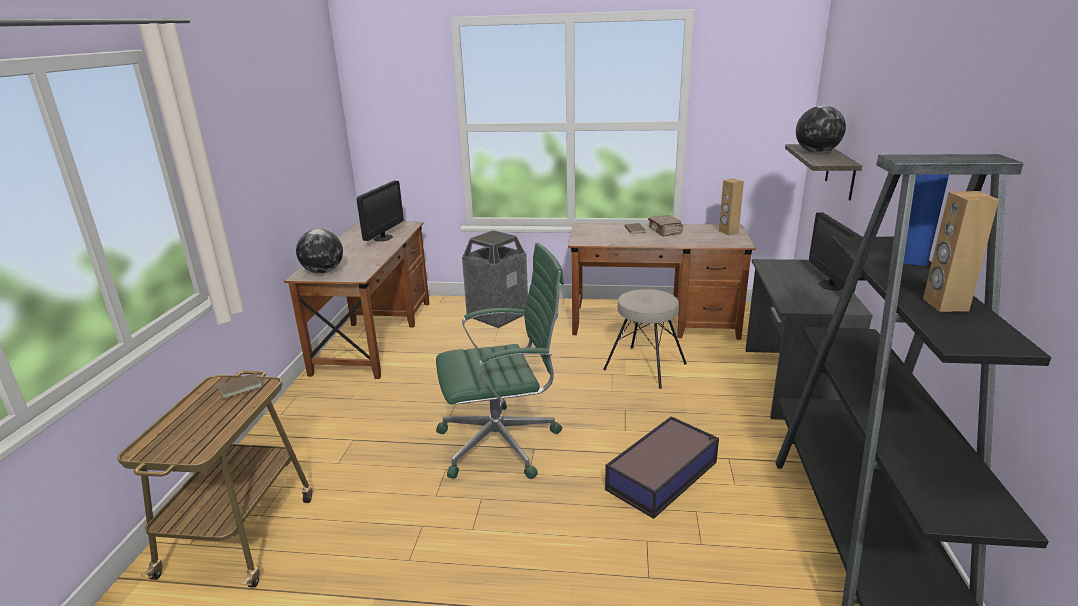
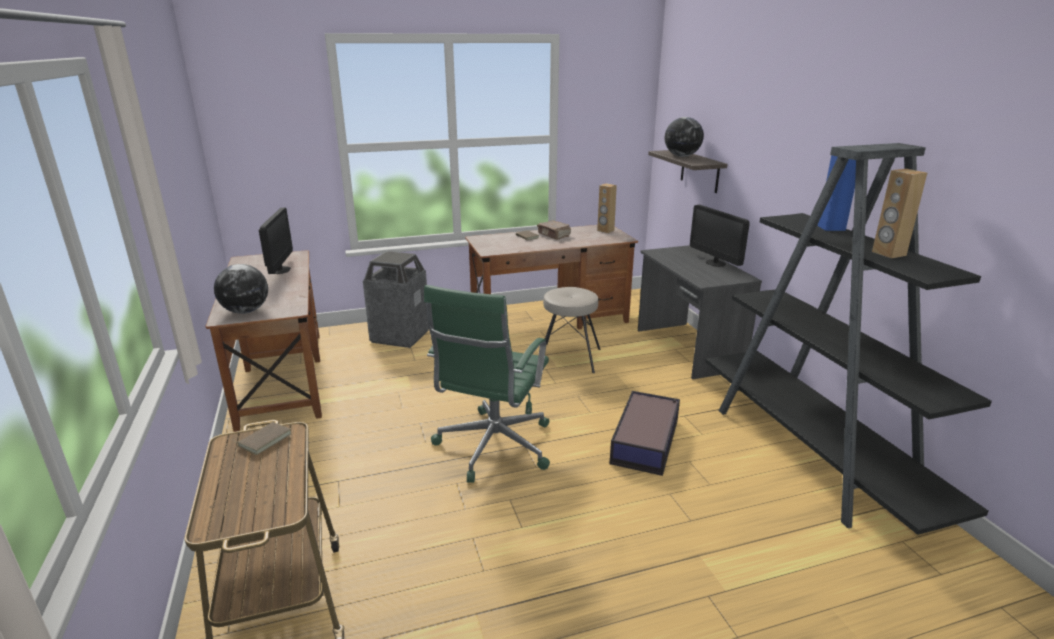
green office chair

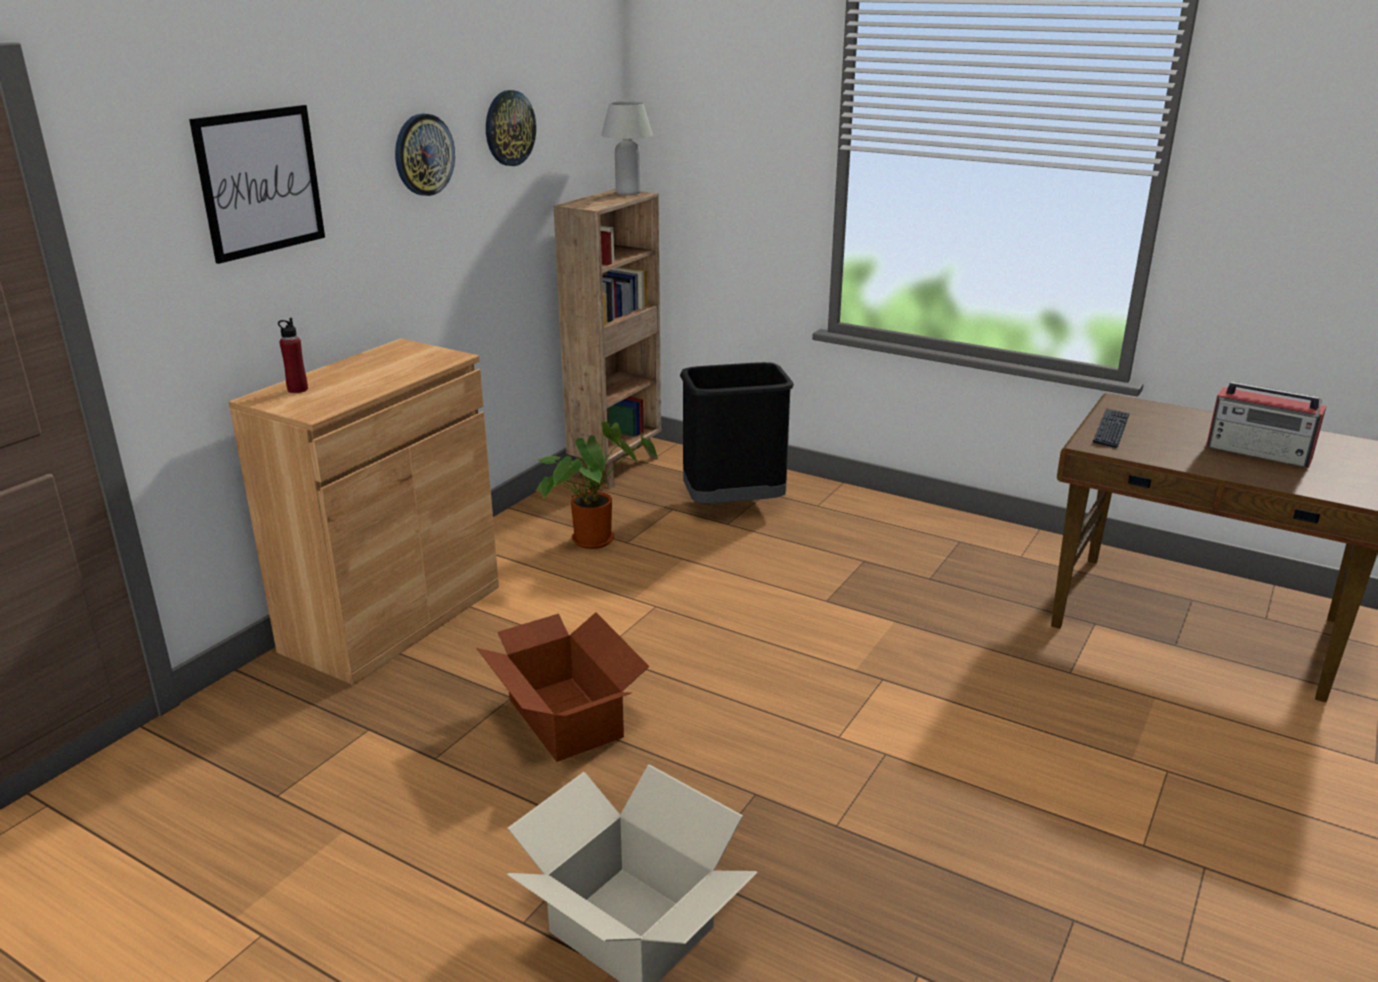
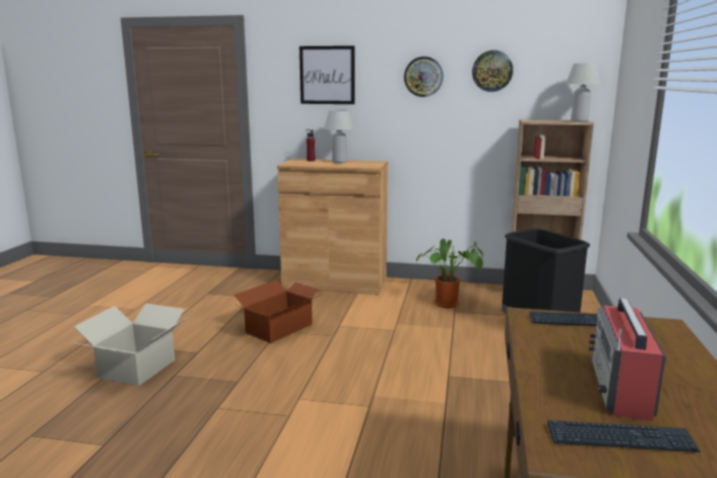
white table lamp (1st from left); keyboard (2nd from left)

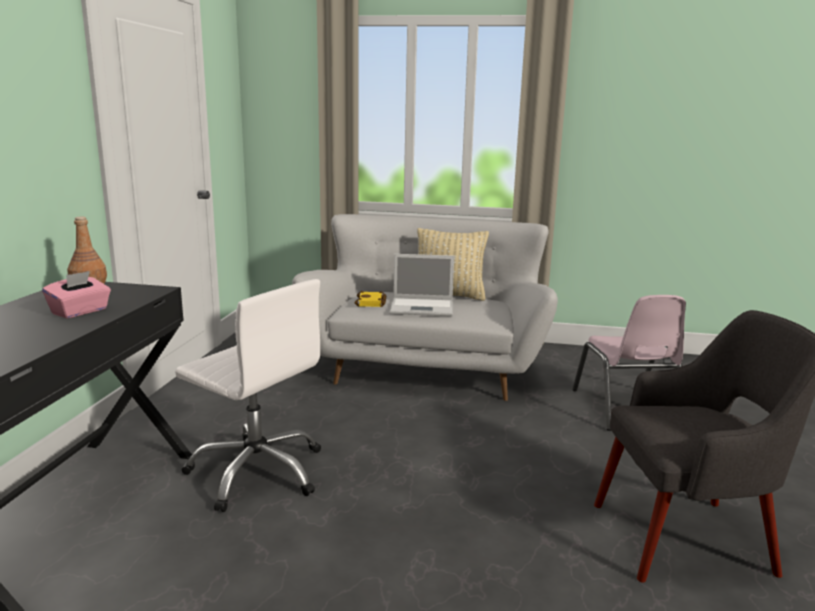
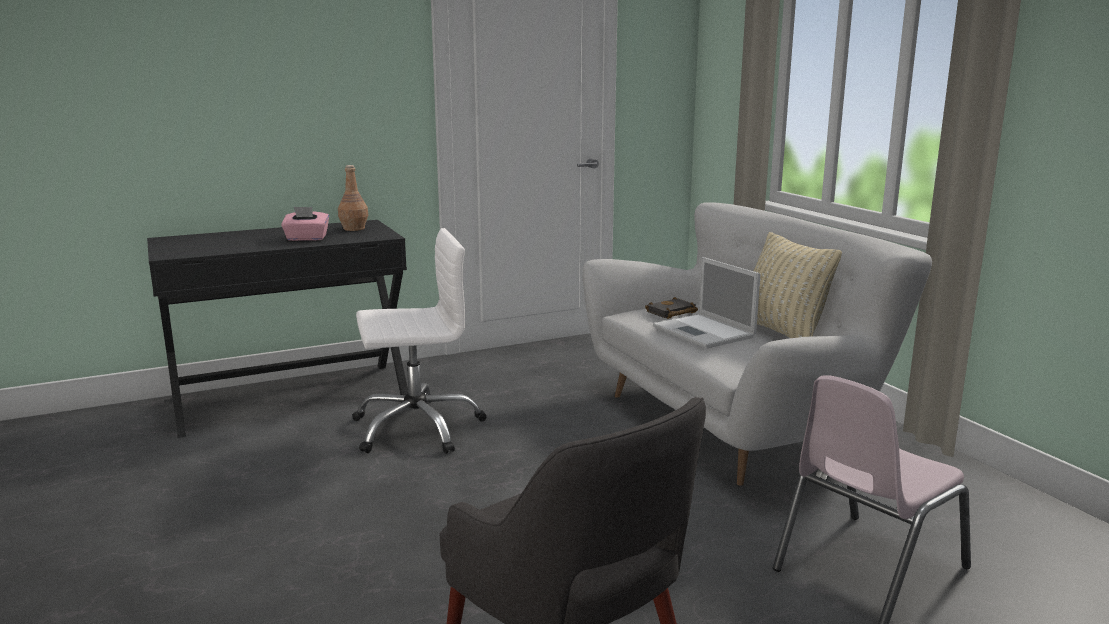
white office chair; black book

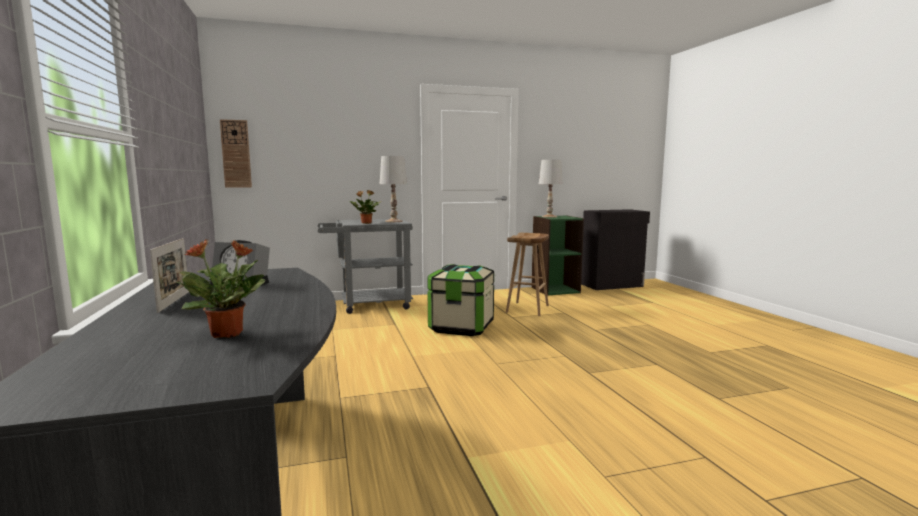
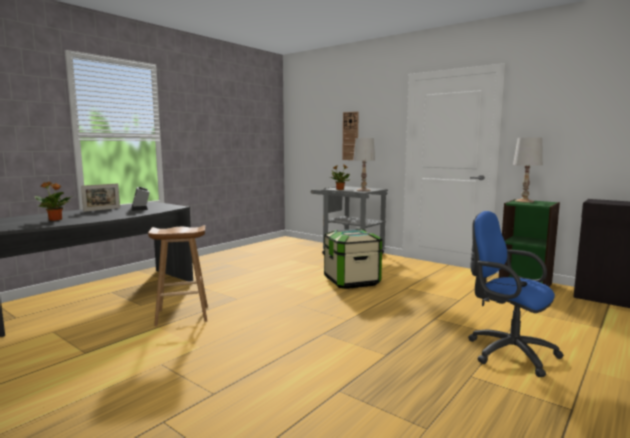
wall clock; brown stool; blue office chair

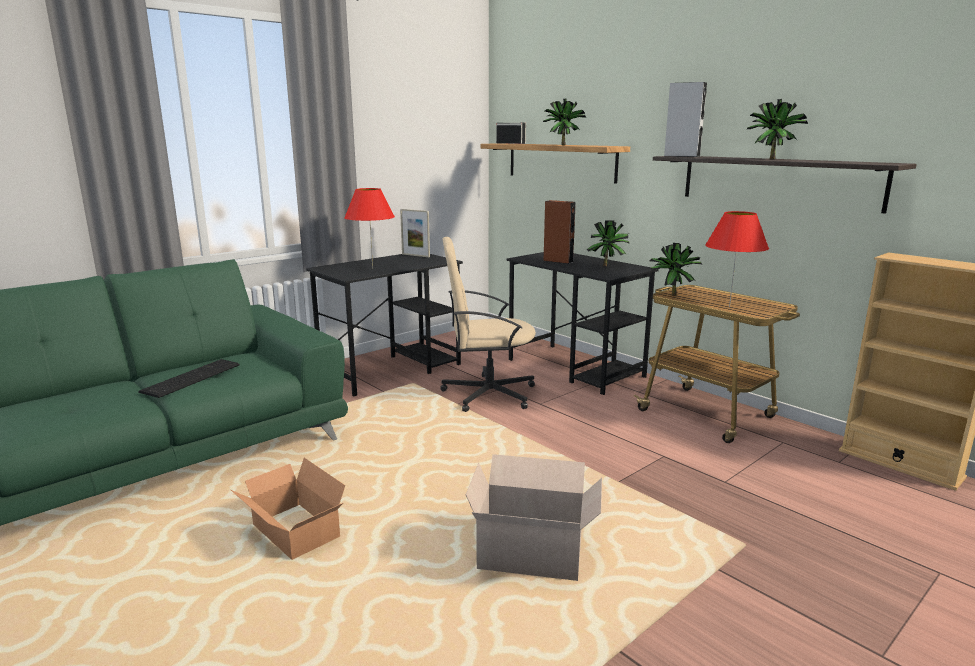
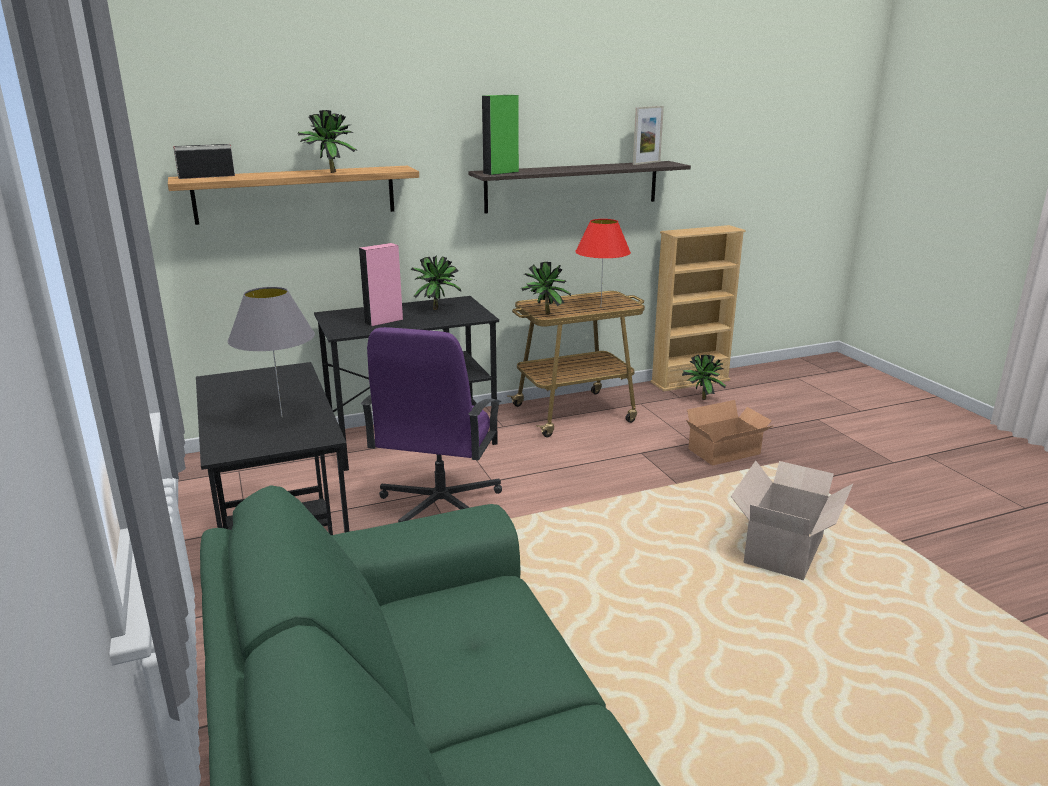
green speaker; potted plant (4th from left); grey table lamp; pink speaker; picture frame; purple office chair; keyboard; cardboard box (1st from left)

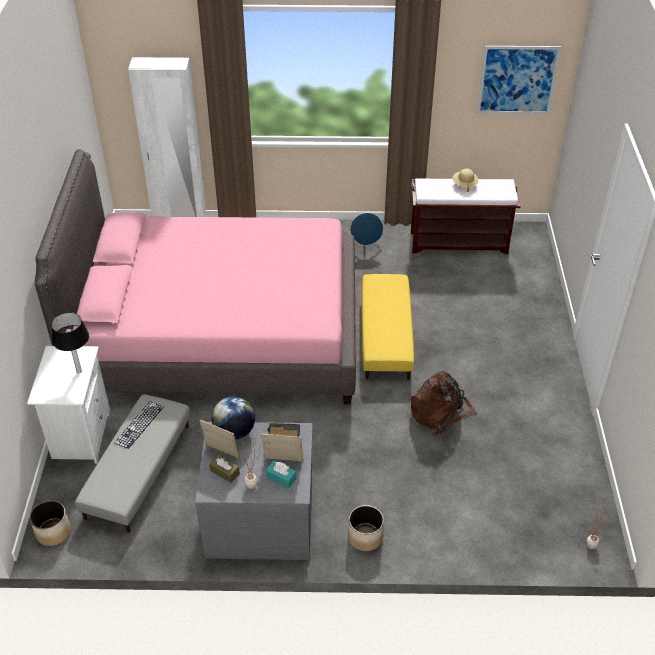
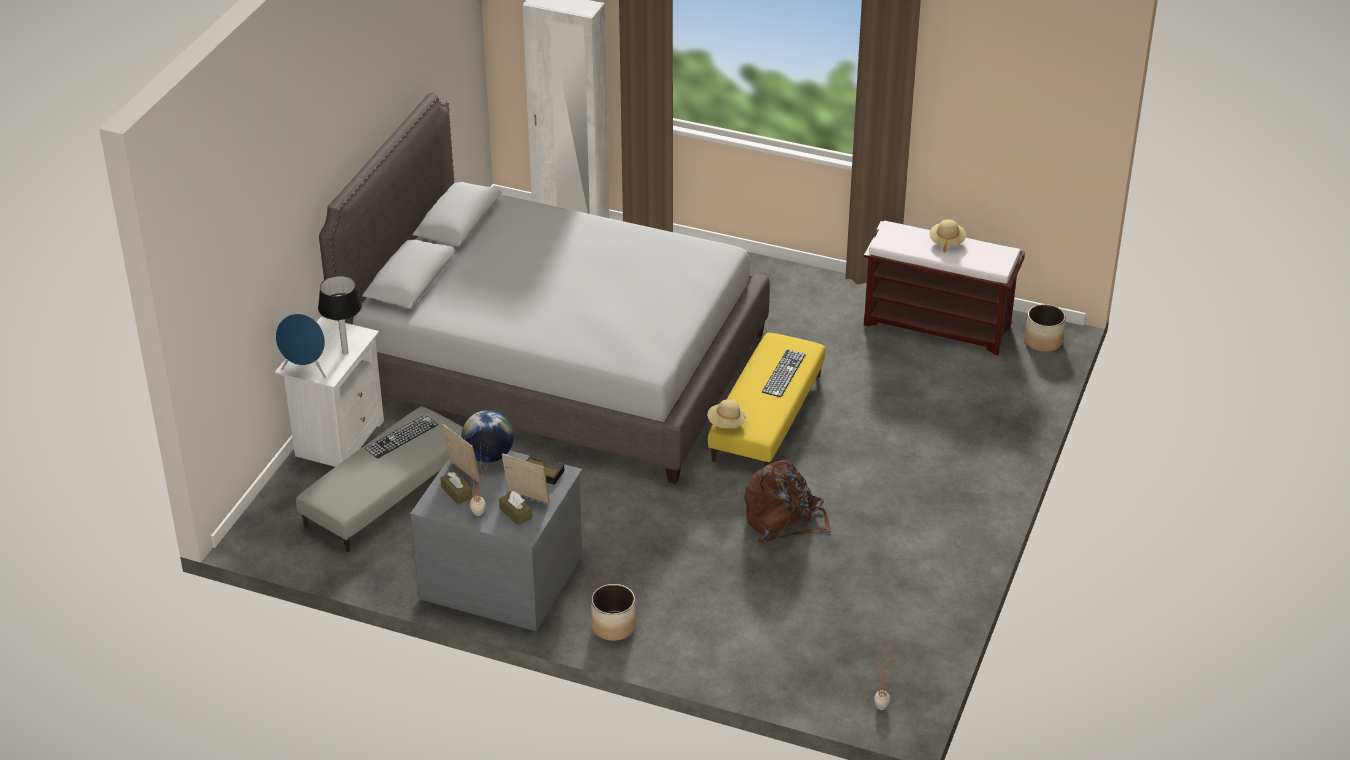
picture; grey bed; blue speaker; brown tissue box (2nd from left); planter (2nd from left); keyboard (2nd from left); beige hat (1st from left)

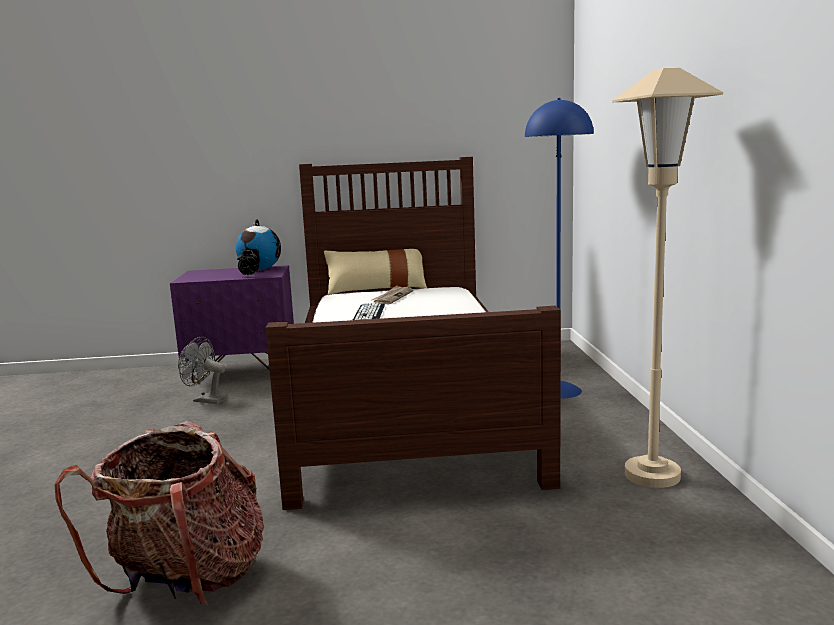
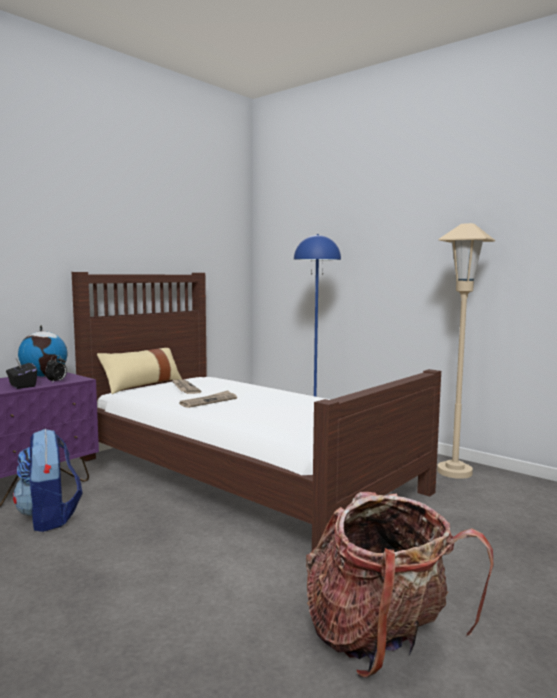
newspaper (2nd from left); backpack (1st from left); black tissue box

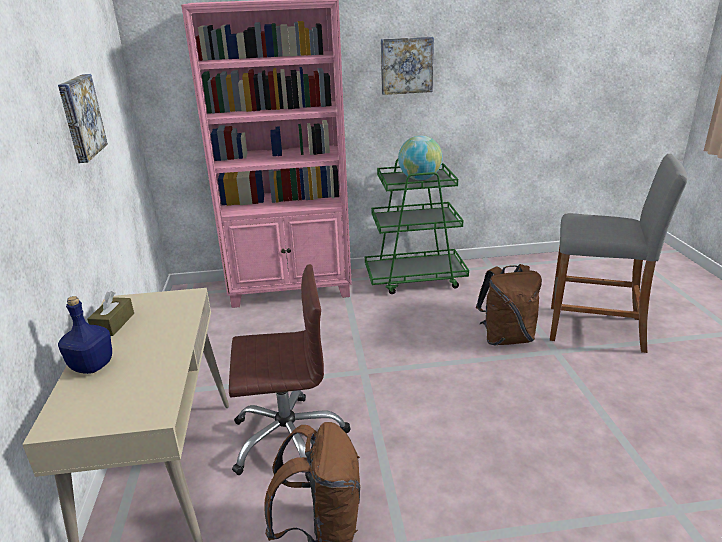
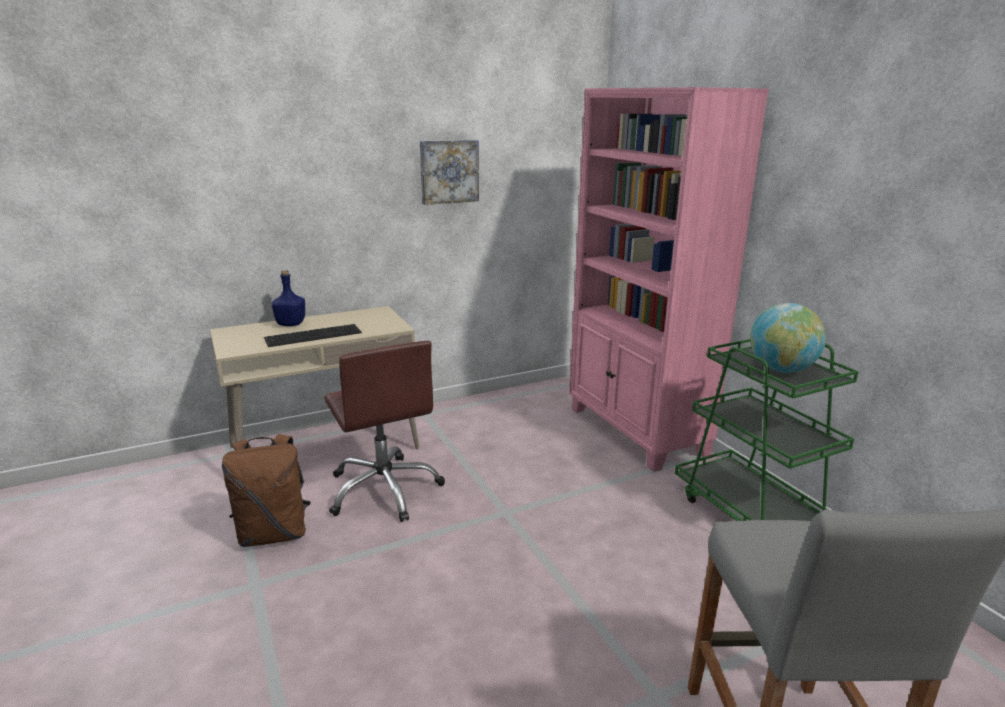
picture (2nd from left in the first image); brown backpack (2nd from left in the first image); brown tissue box; keyboard

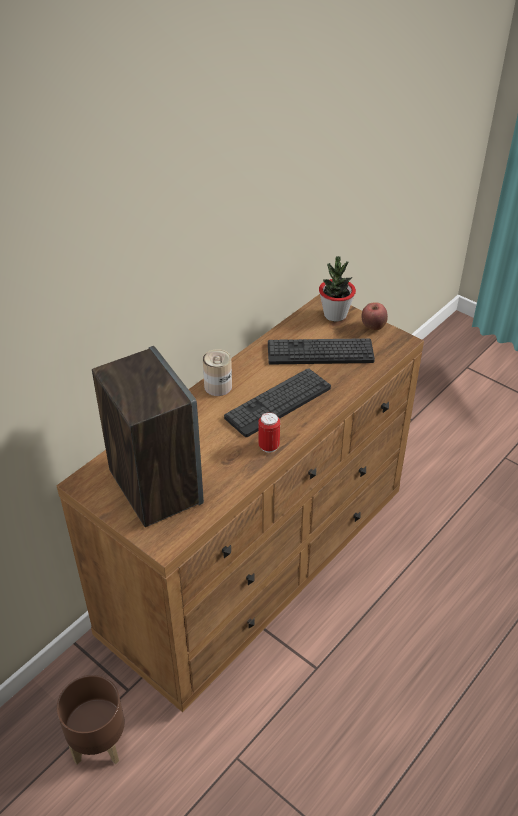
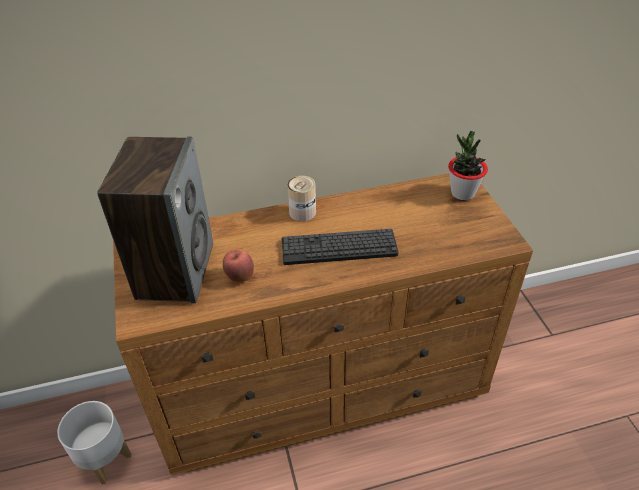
apple; keyboard (2nd from left in the first image); can (2nd from left in the first image); white planter

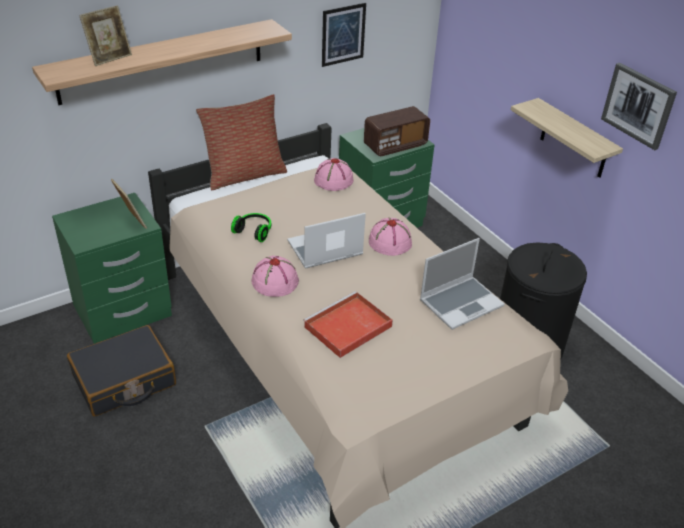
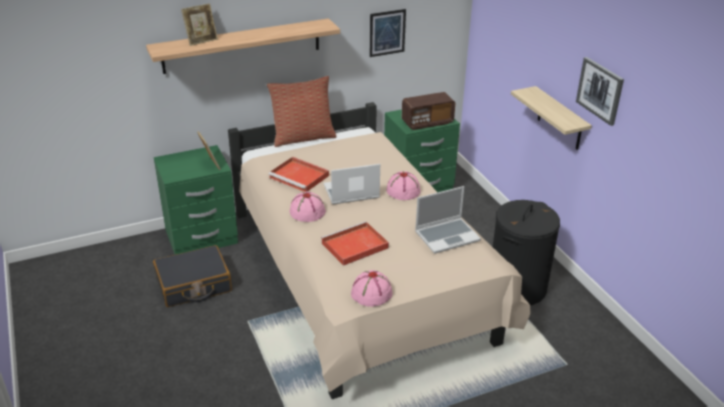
pink hat (2nd from left); red tray (1st from left)

